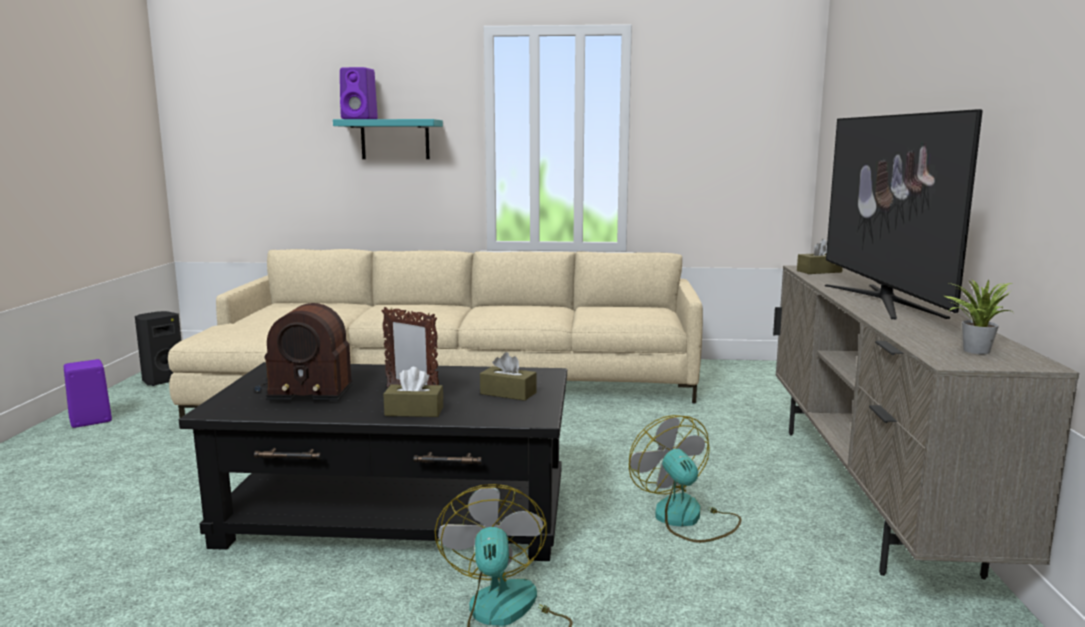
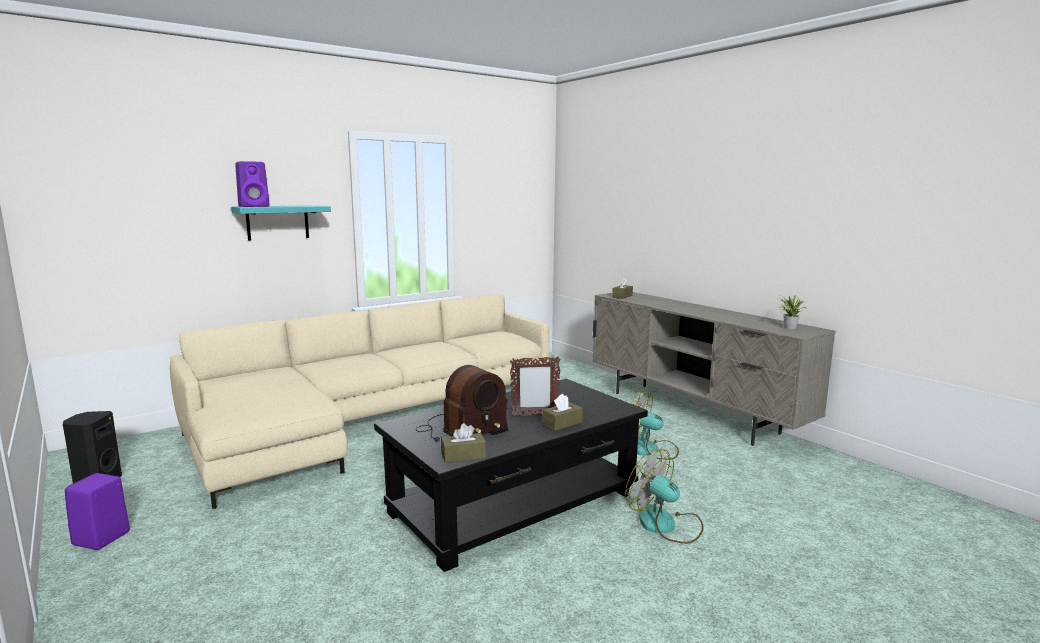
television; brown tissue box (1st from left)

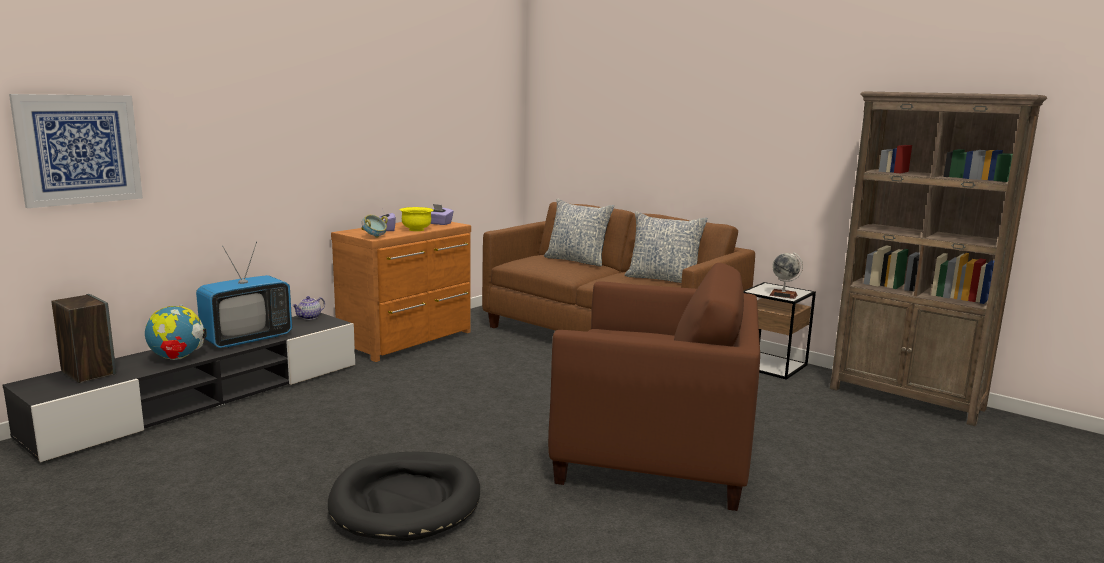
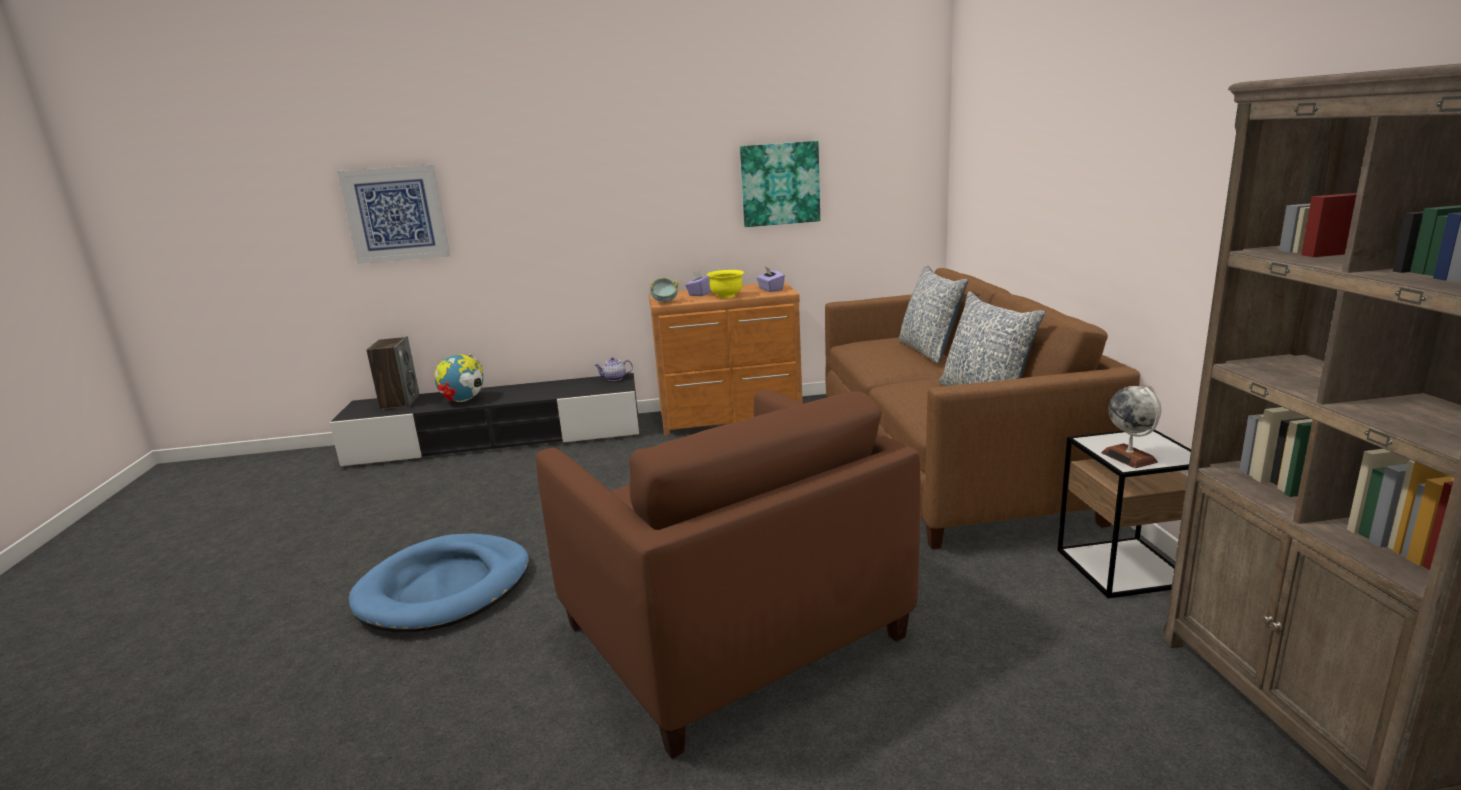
television; blue dog bed; picture (2nd from left)

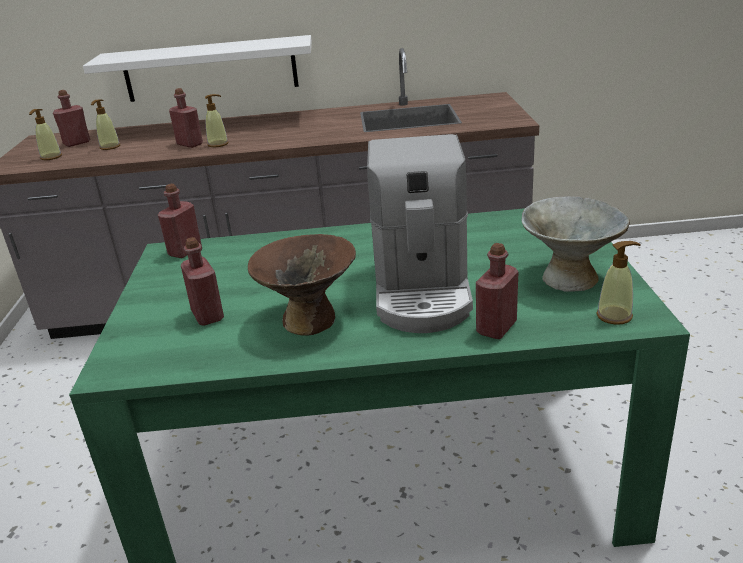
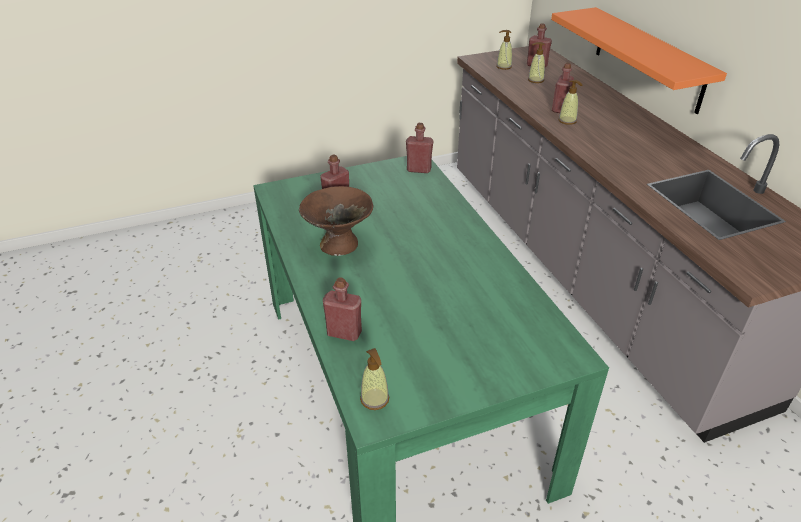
orange shelf; coffee machine; grey bowl

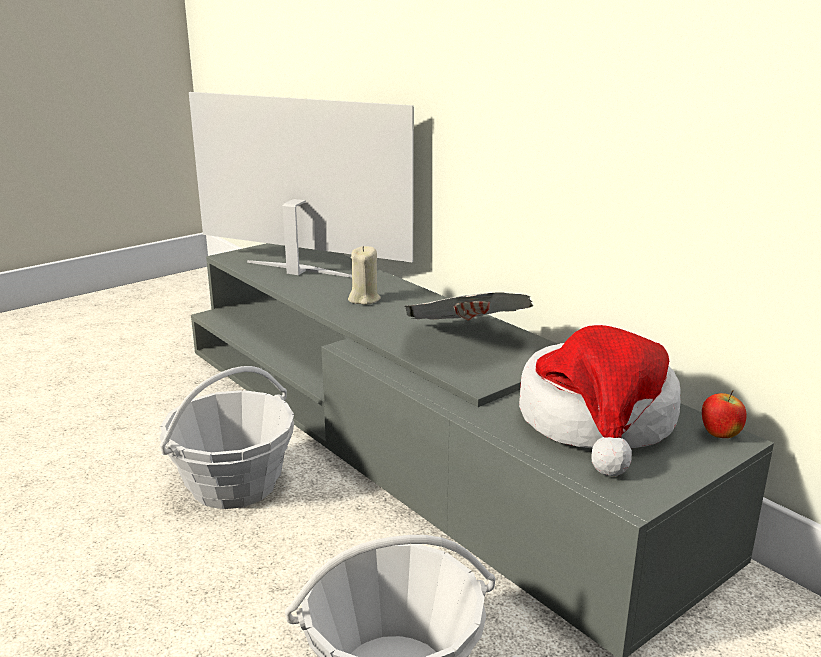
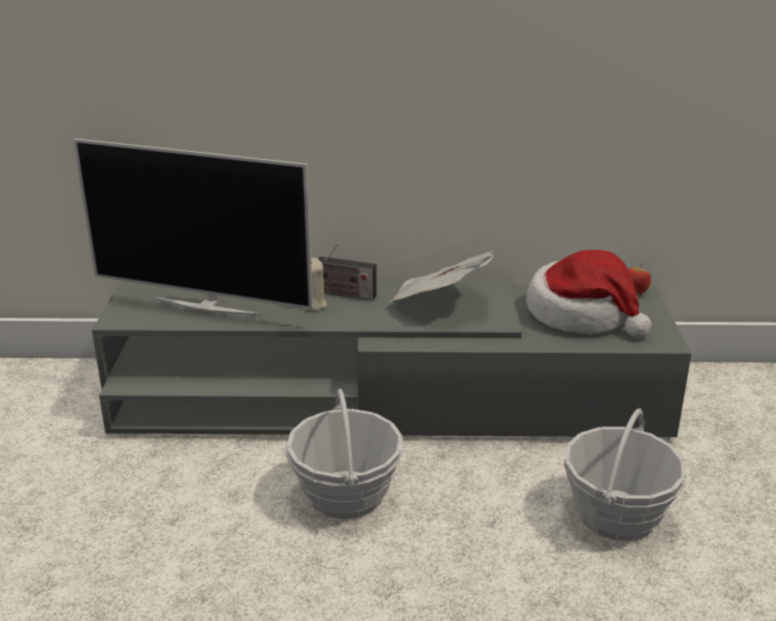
television; radio

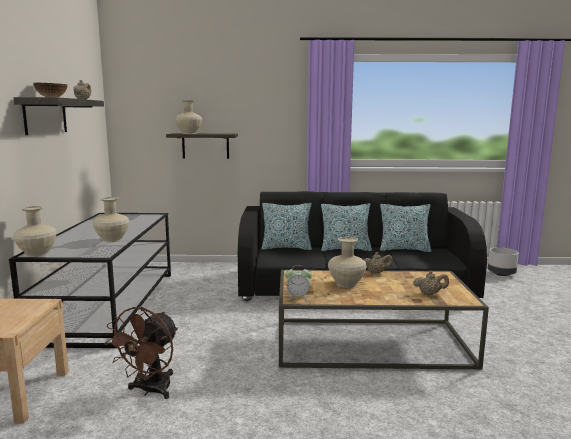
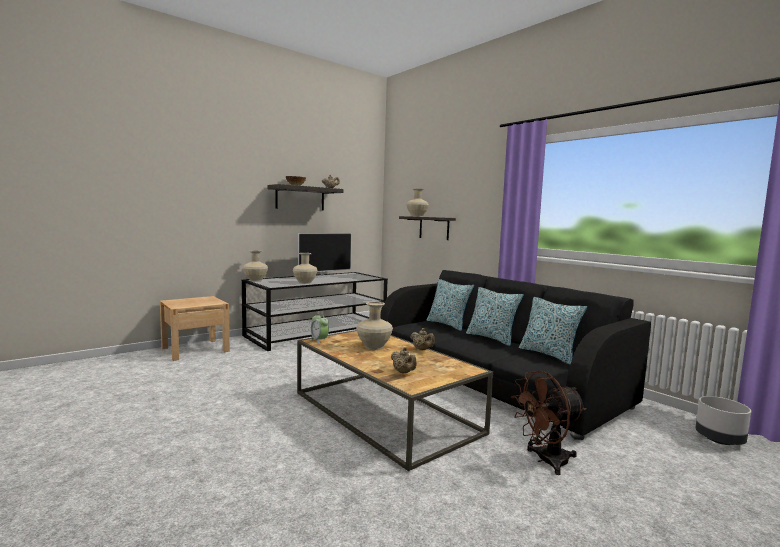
brown fan; television

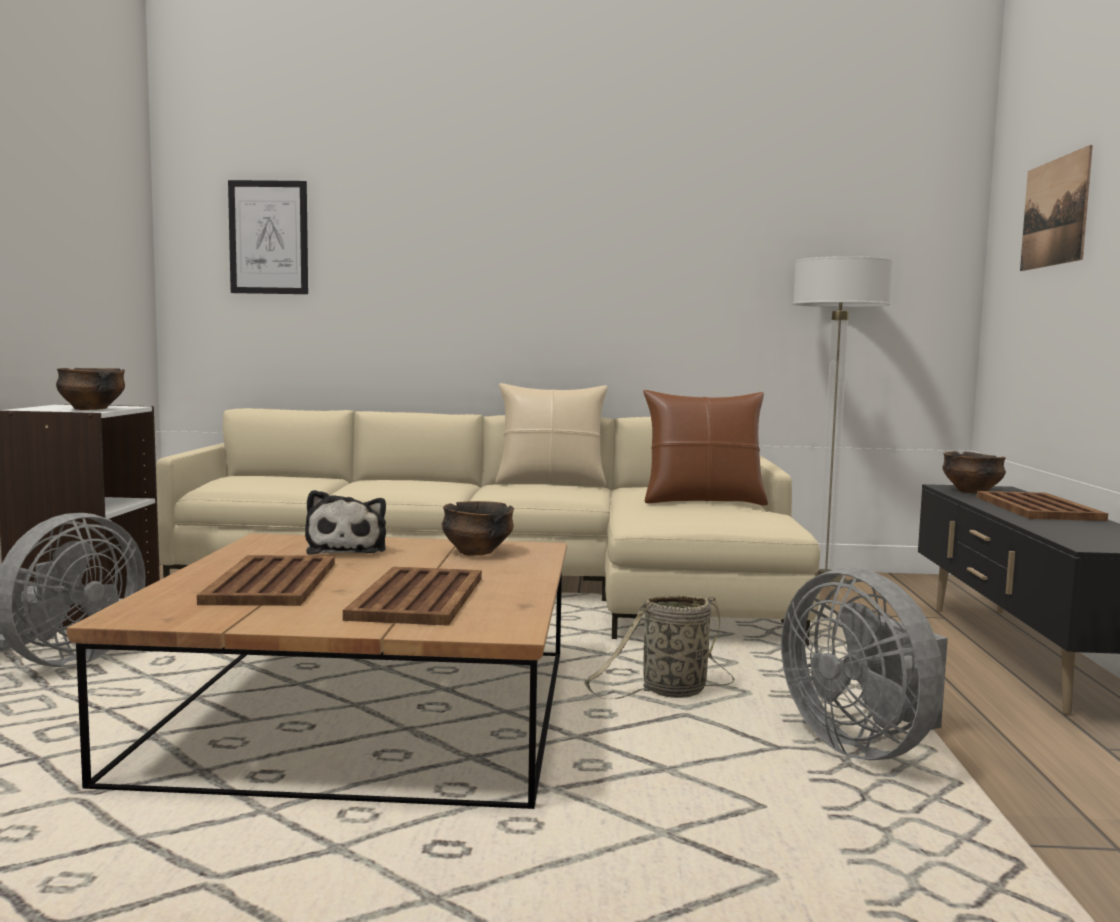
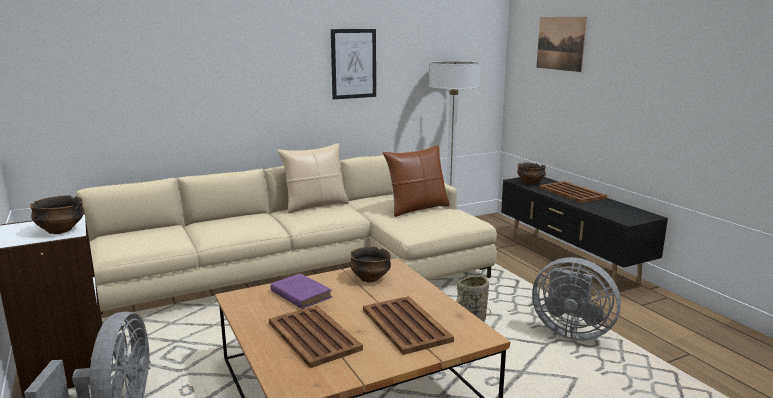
picture (1st from left); purple book

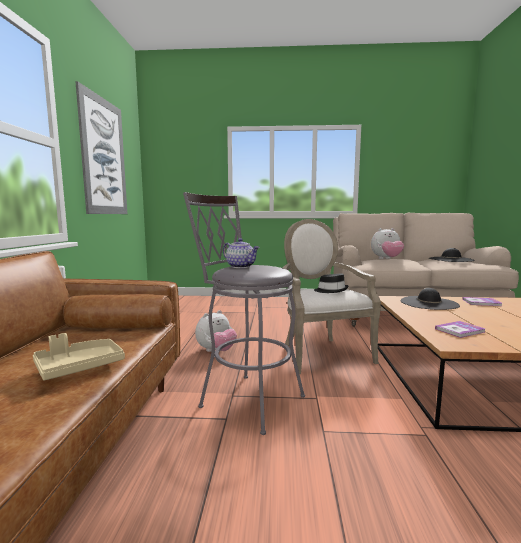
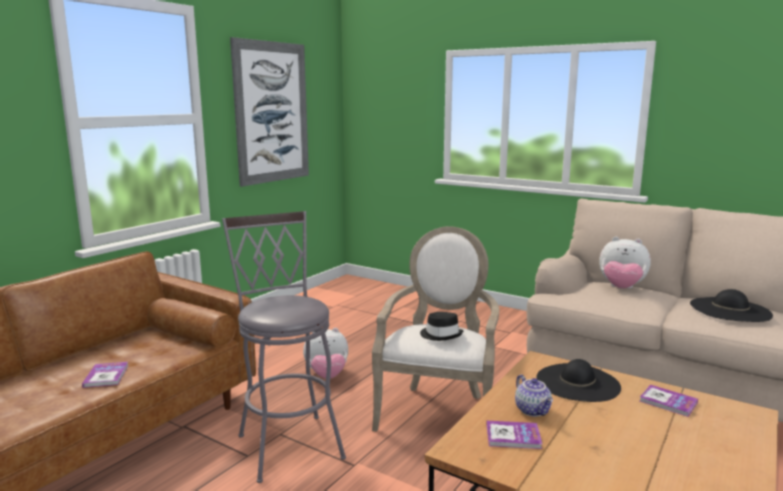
teapot; book (1st from left)

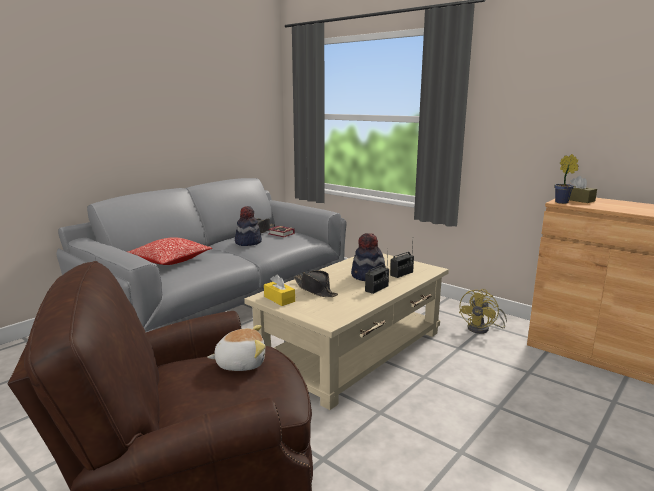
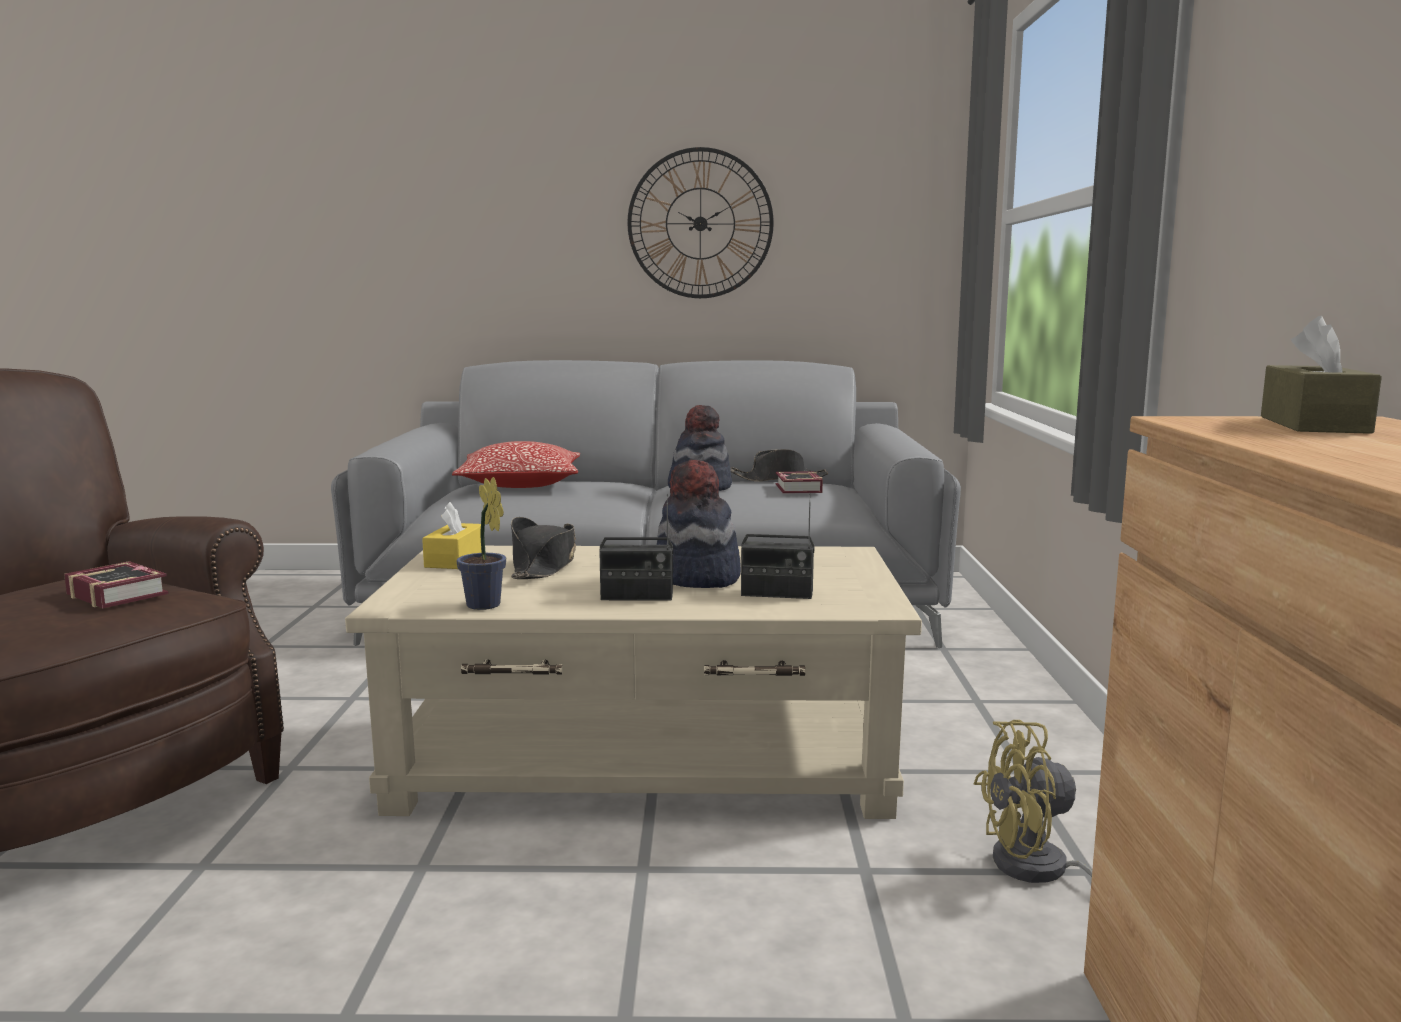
potted plant; book (1st from left); wall clock

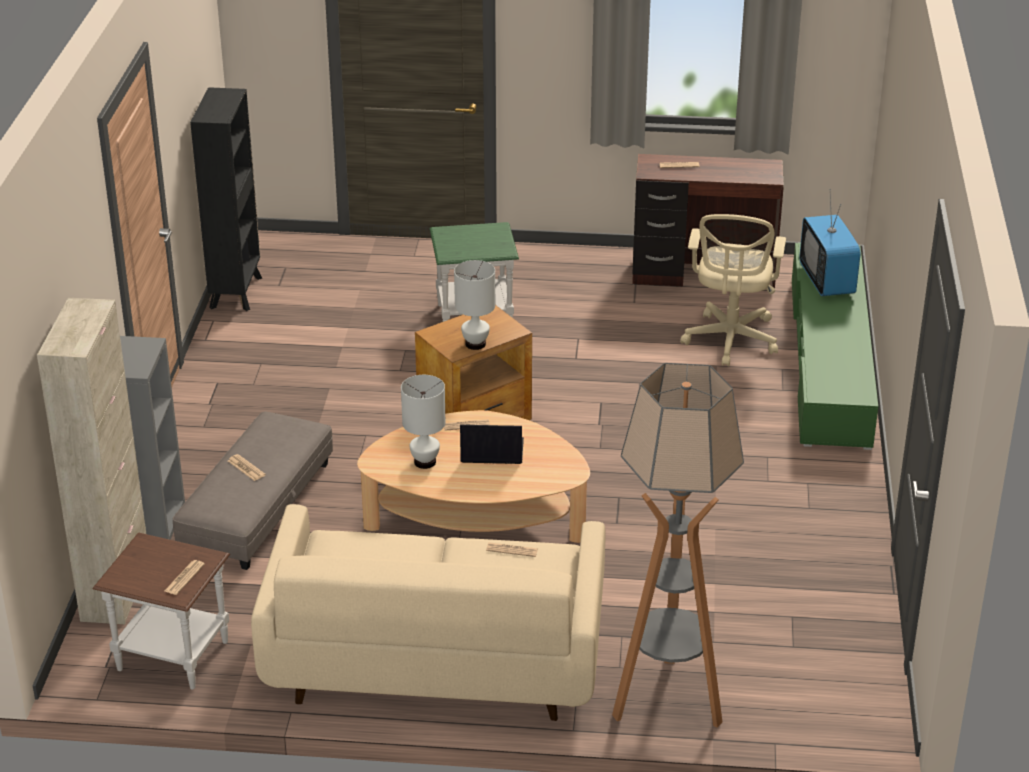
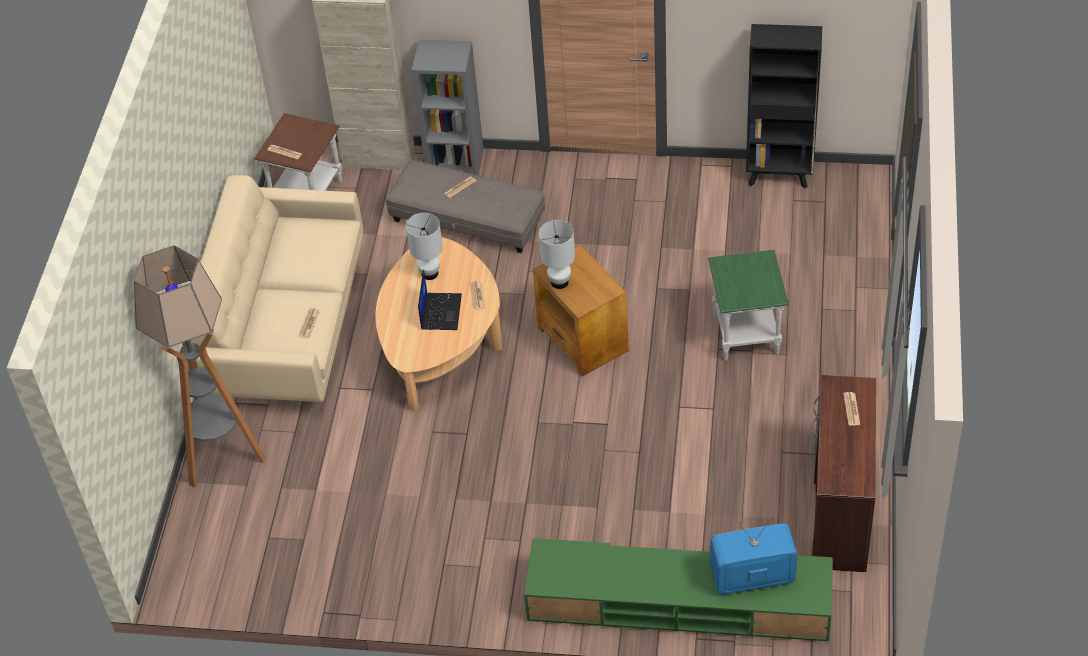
beige office chair

